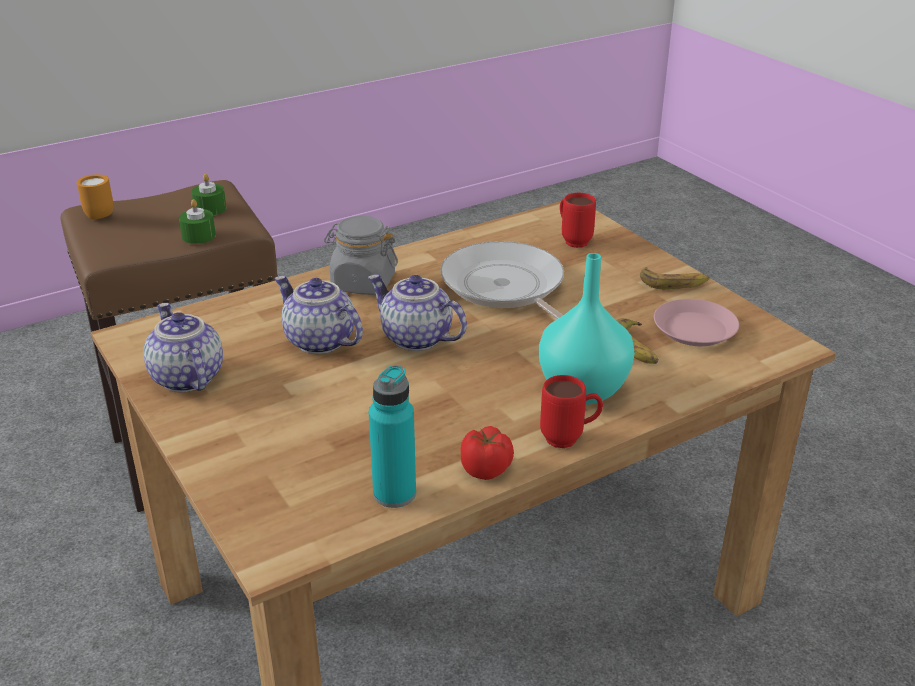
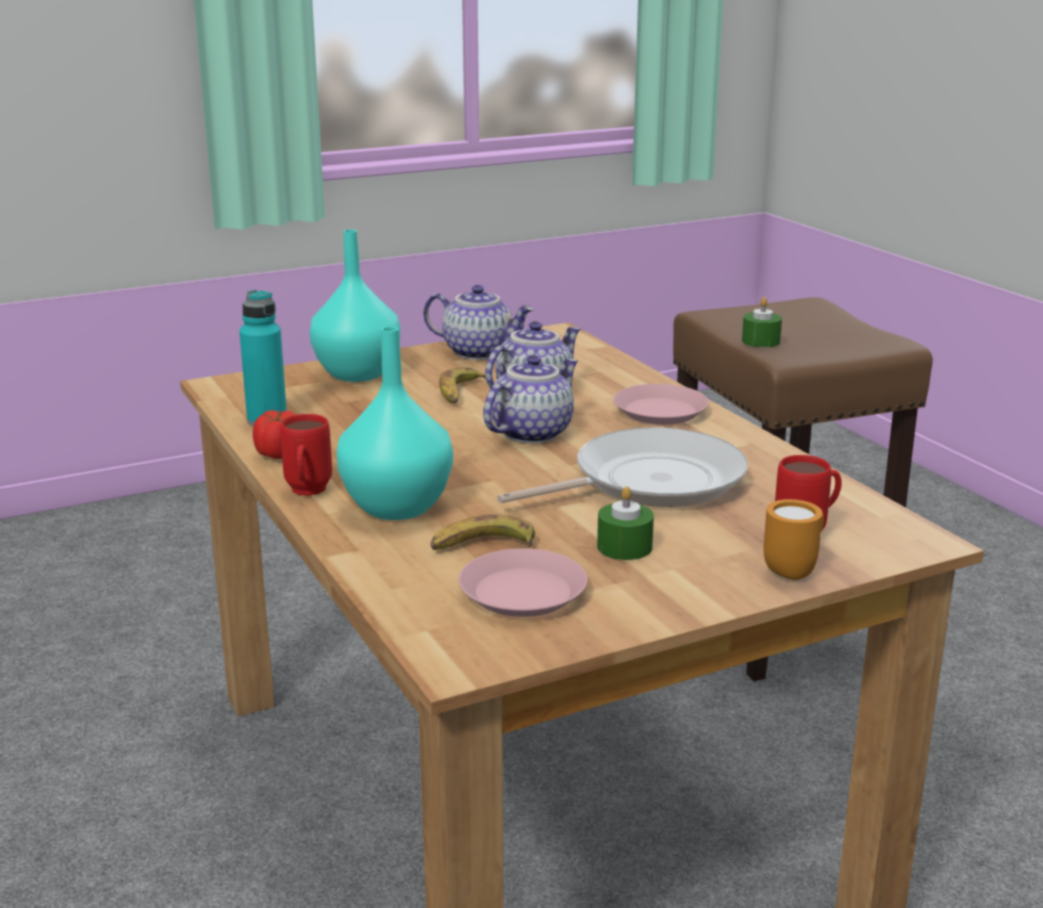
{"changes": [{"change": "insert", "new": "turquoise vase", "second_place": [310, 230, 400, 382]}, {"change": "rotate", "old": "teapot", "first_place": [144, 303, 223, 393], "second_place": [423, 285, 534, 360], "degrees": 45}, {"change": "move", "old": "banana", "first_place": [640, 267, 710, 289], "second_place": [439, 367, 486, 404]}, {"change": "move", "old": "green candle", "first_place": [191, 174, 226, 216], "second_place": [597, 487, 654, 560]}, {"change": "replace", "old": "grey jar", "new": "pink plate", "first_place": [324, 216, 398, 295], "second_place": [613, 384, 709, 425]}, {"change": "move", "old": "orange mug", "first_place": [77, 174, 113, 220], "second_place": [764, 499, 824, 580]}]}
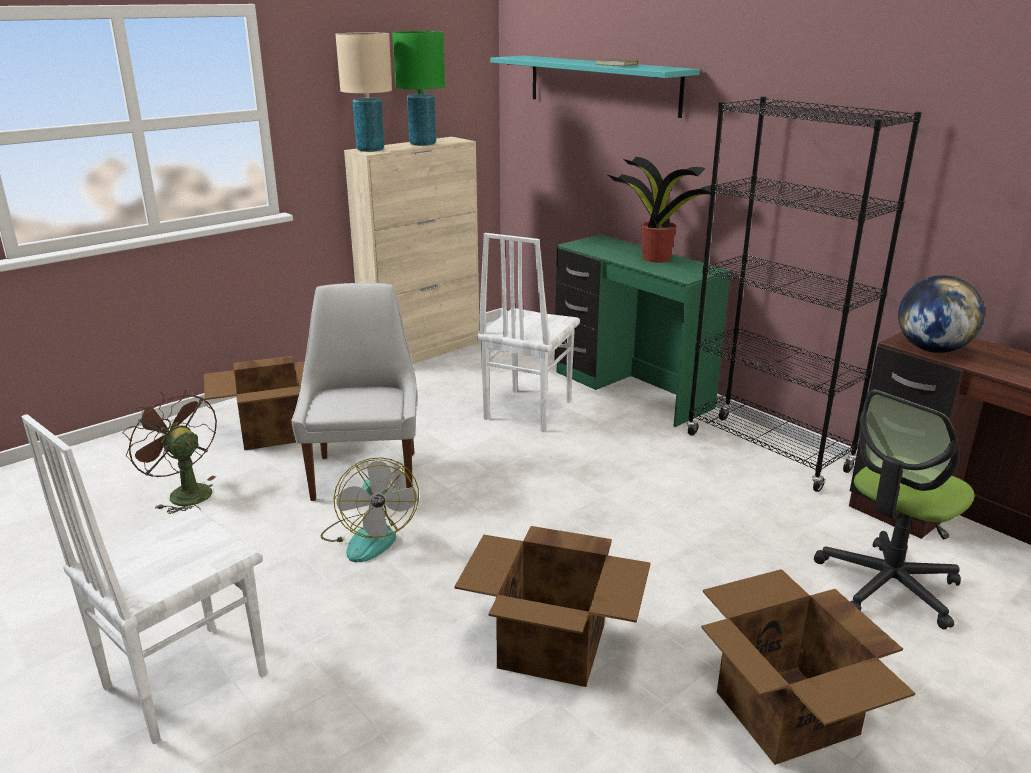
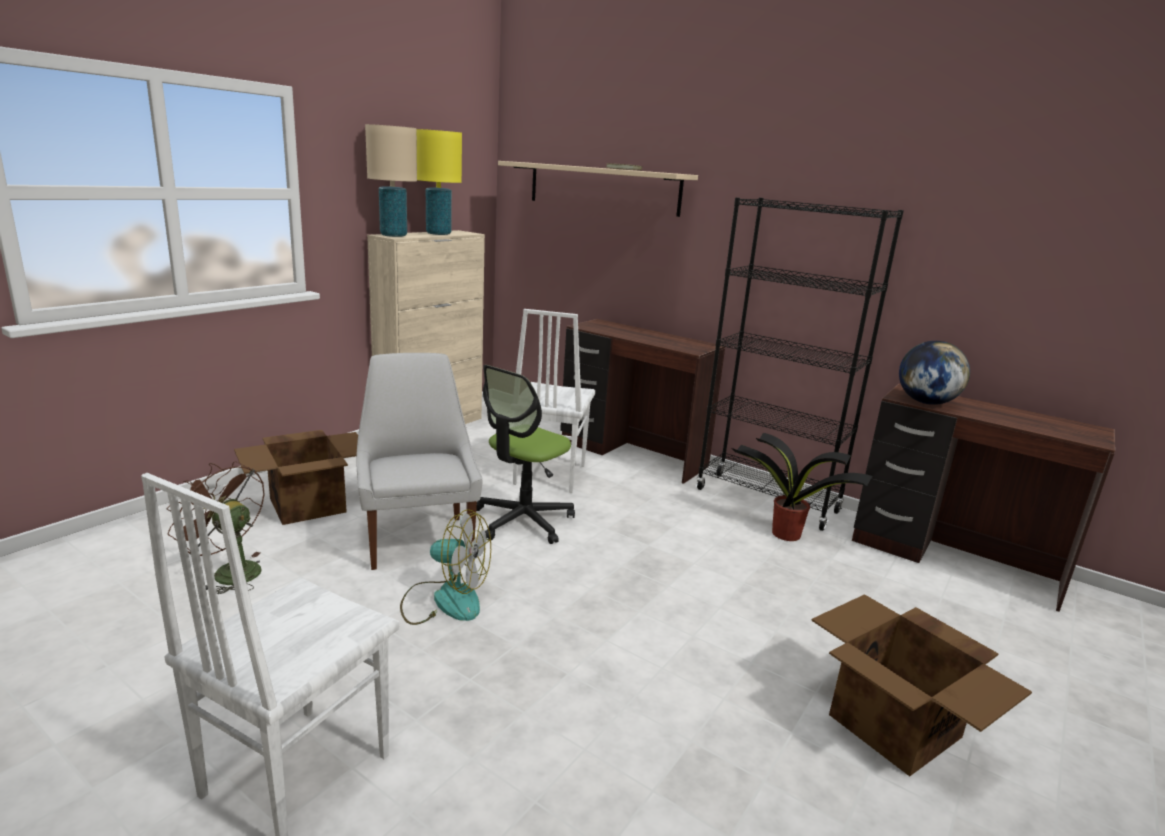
{"changes": [{"change": "rotate", "old": "fan", "first_place": [321, 457, 419, 562], "second_place": [400, 509, 491, 625], "degrees": -45}, {"change": "recolor", "old": "green table lamp", "new": "yellow table lamp", "first_place": [392, 31, 445, 146], "second_place": [417, 129, 462, 235]}, {"change": "move", "old": "office chair", "first_place": [814, 389, 974, 630], "second_place": [476, 365, 575, 544]}, {"change": "recolor", "old": "turquoise shelf", "new": "beige shelf", "first_place": [490, 56, 700, 118], "second_place": [498, 161, 698, 217]}, {"change": "recolor", "old": "green desk", "new": "brown desk", "first_place": [555, 235, 731, 427], "second_place": [560, 319, 725, 484]}, {"change": "move", "old": "potted plant", "first_place": [608, 157, 721, 263], "second_place": [731, 433, 872, 541]}, {"change": "delete", "old": "cardboard box", "first_place": [454, 526, 651, 687]}]}
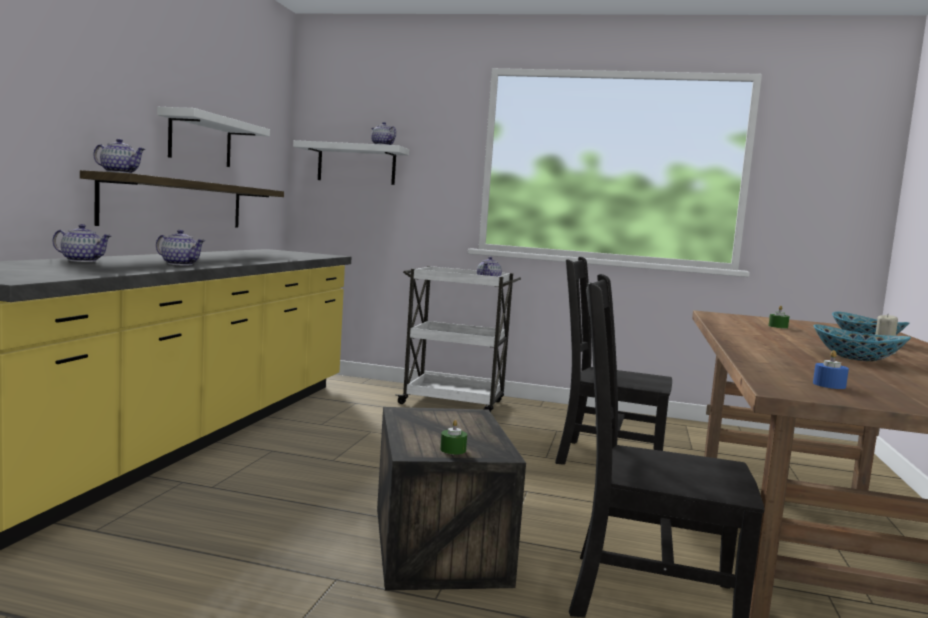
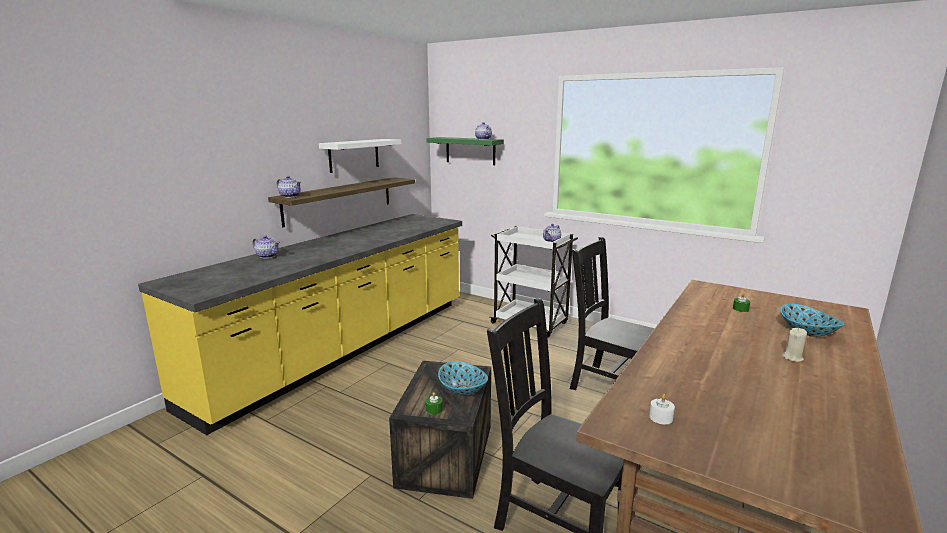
{"changes": [{"change": "recolor", "old": "white shelf", "new": "green shelf", "first_place": [293, 140, 409, 185], "second_place": [426, 137, 504, 165]}, {"change": "move", "old": "bowl", "first_place": [813, 324, 911, 362], "second_place": [438, 361, 488, 395]}, {"change": "recolor", "old": "blue candle", "new": "white candle", "first_place": [813, 350, 849, 389], "second_place": [649, 394, 675, 424]}, {"change": "delete", "old": "teapot", "first_place": [156, 230, 205, 265]}]}
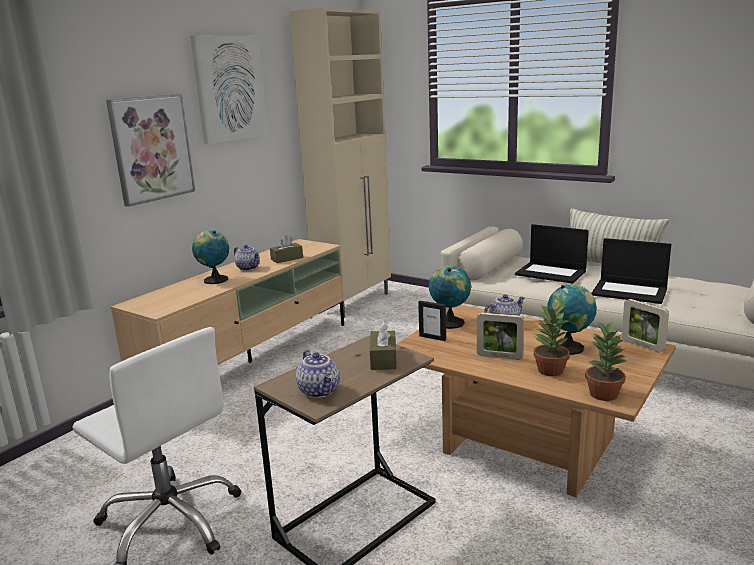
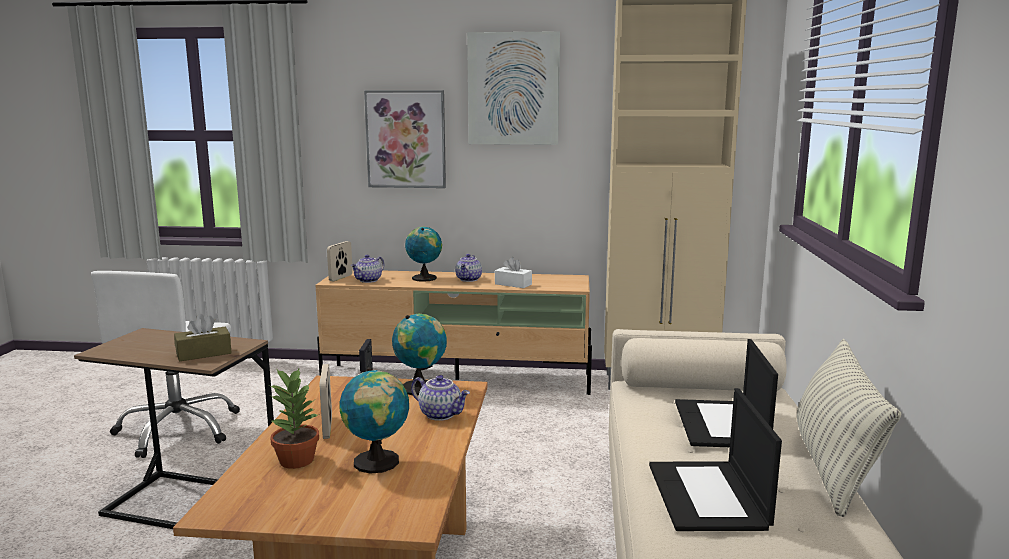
{"changes": [{"change": "move", "old": "picture frame", "first_place": [621, 299, 669, 353], "second_place": [327, 241, 353, 281]}, {"change": "move", "old": "teapot", "first_place": [296, 350, 340, 398], "second_place": [350, 255, 384, 283]}, {"change": "recolor", "old": "brown tissue box", "new": "white tissue box", "first_place": [270, 235, 303, 263], "second_place": [495, 257, 532, 288]}, {"change": "delete", "old": "potted plant", "first_place": [585, 321, 628, 401]}]}
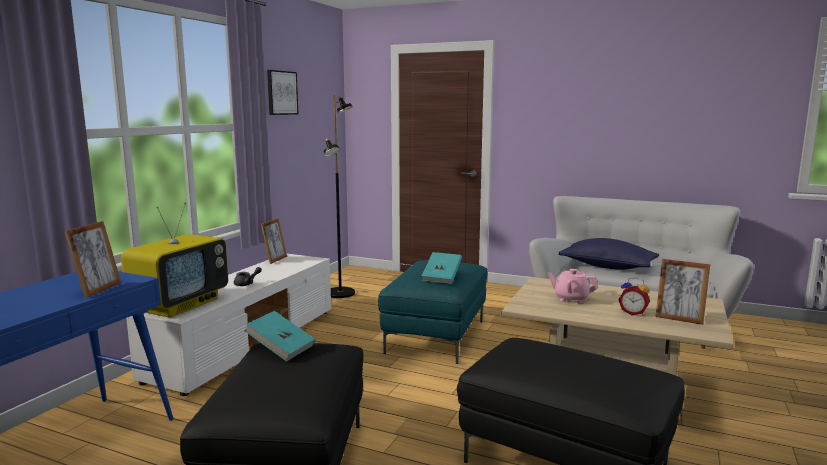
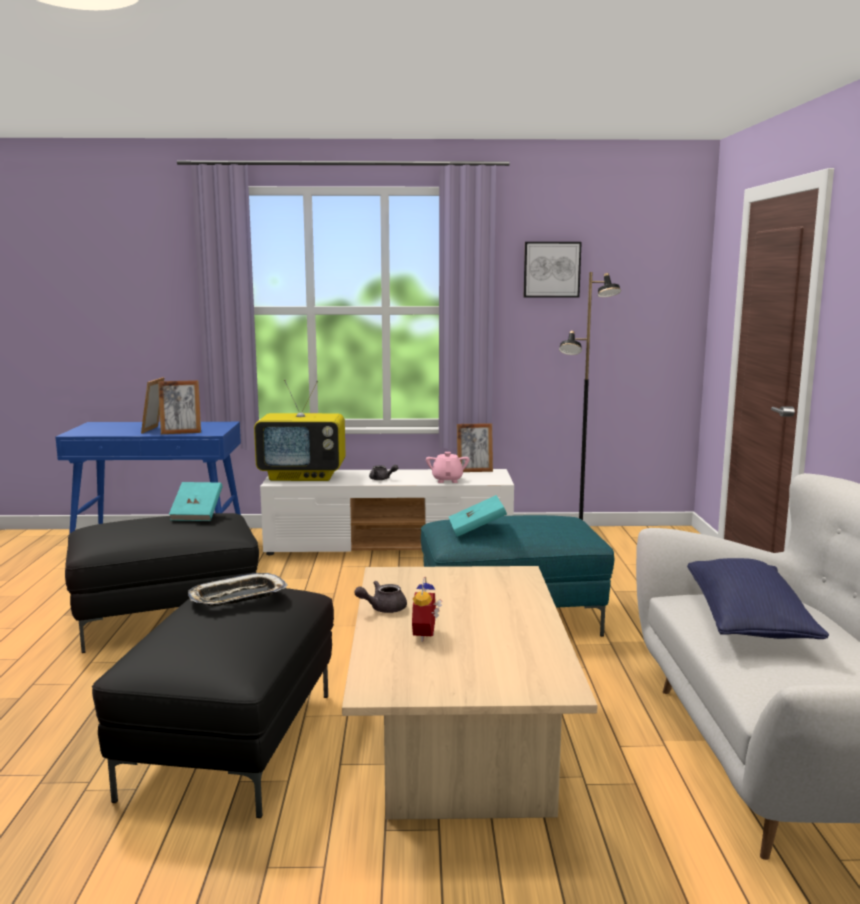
{"changes": [{"change": "move", "old": "picture frame", "first_place": [655, 259, 710, 325], "second_place": [141, 377, 164, 434]}, {"change": "insert", "new": "tray", "second_place": [188, 573, 288, 606]}, {"change": "insert", "new": "grey teapot", "second_place": [354, 581, 407, 613]}, {"change": "move", "old": "pink teapot", "first_place": [547, 269, 598, 304], "second_place": [426, 452, 469, 483]}]}
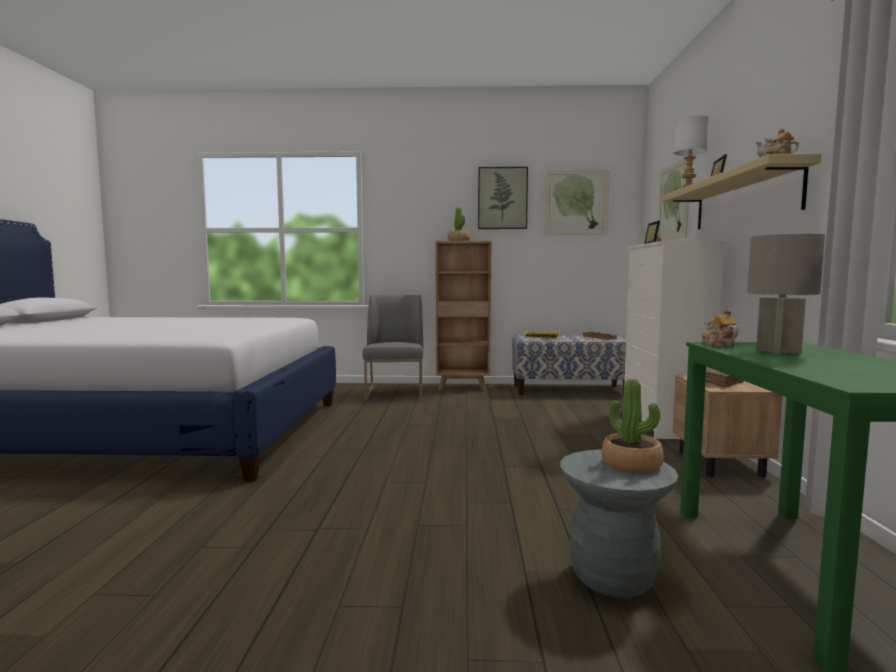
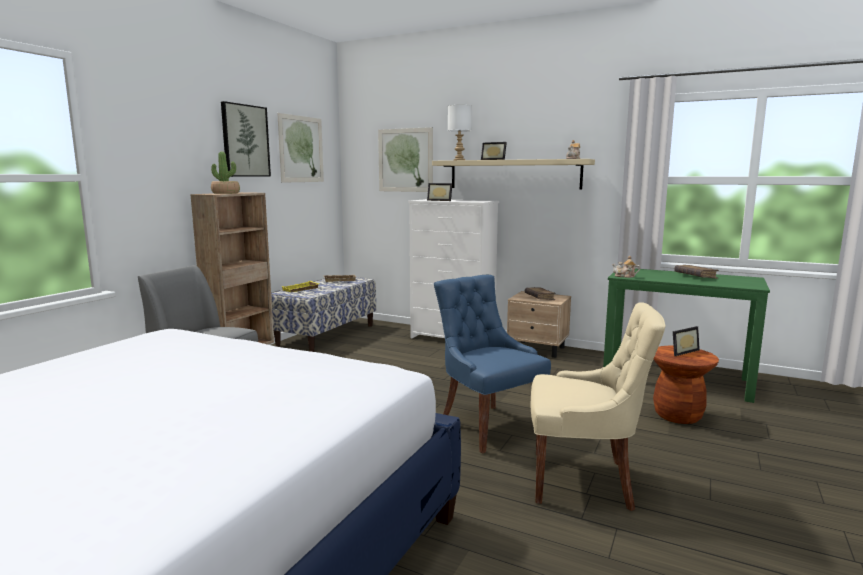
{"changes": [{"change": "insert", "new": "blue chair", "second_place": [434, 275, 551, 454]}, {"change": "insert", "new": "beige chair", "second_place": [531, 302, 666, 511]}, {"change": "recolor", "old": "grey stool", "new": "brown stool", "first_place": [560, 450, 678, 598], "second_place": [653, 346, 719, 424]}, {"change": "replace", "old": "potted plant", "new": "picture frame", "first_place": [602, 379, 664, 474], "second_place": [673, 326, 700, 356]}, {"change": "insert", "new": "brown book", "second_place": [674, 265, 719, 279]}, {"change": "delete", "old": "grey table lamp", "first_place": [747, 233, 825, 355]}]}
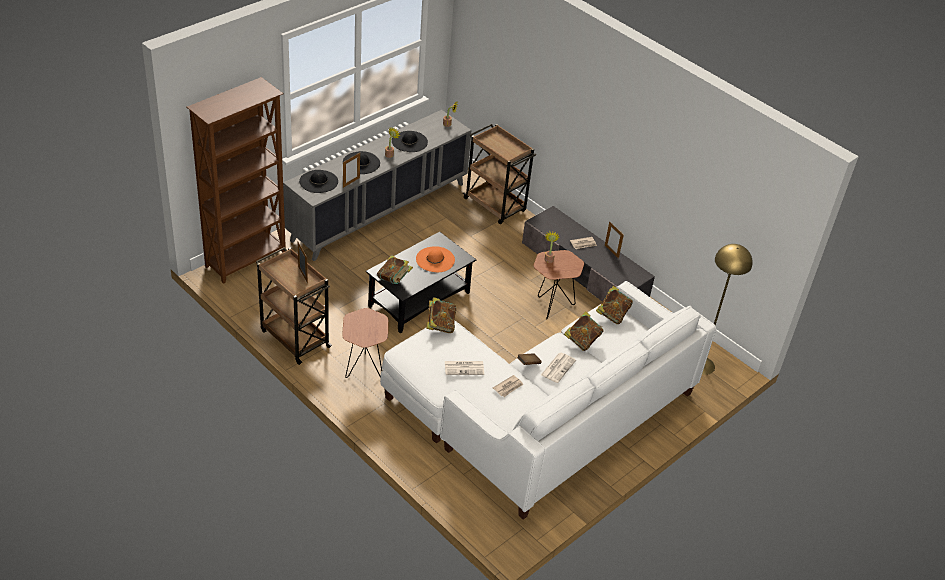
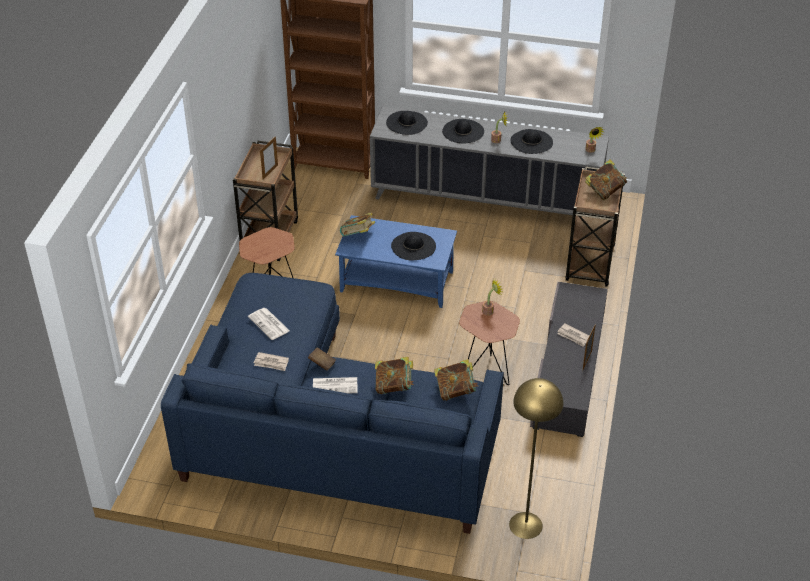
{"changes": [{"change": "recolor", "old": "white sofa", "new": "blue sofa", "first_place": [380, 281, 716, 519], "second_place": [161, 273, 504, 534]}, {"change": "recolor", "old": "black coffee table", "new": "blue coffee table", "first_place": [366, 232, 476, 334], "second_place": [335, 215, 457, 308]}, {"change": "recolor", "old": "orange hat", "new": "black hat", "first_place": [416, 246, 455, 272], "second_place": [391, 232, 436, 260]}, {"change": "move", "old": "book", "first_place": [426, 297, 456, 333], "second_place": [585, 159, 627, 200]}, {"change": "delete", "old": "picture frame", "first_place": [343, 153, 360, 188]}]}
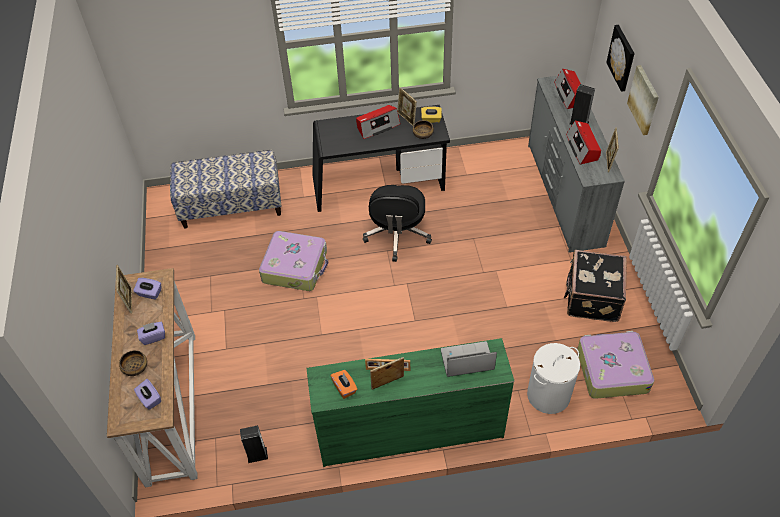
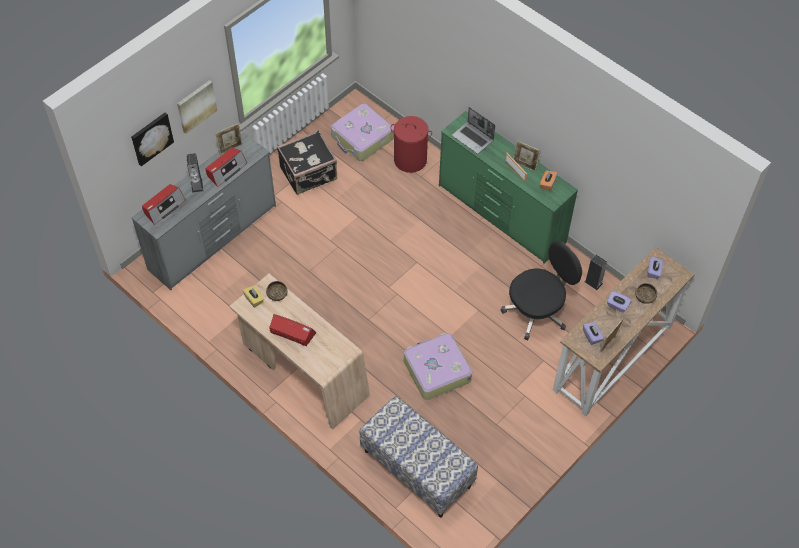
{"changes": [{"change": "recolor", "old": "black desk", "new": "beige desk", "first_place": [313, 105, 450, 212], "second_place": [229, 274, 370, 430]}, {"change": "recolor", "old": "white laundry basket", "new": "red laundry basket", "first_place": [527, 343, 580, 414], "second_place": [390, 116, 432, 173]}, {"change": "move", "old": "black office chair", "first_place": [363, 185, 432, 262], "second_place": [501, 241, 582, 340]}, {"change": "delete", "old": "picture frame", "first_place": [397, 87, 417, 126]}]}
